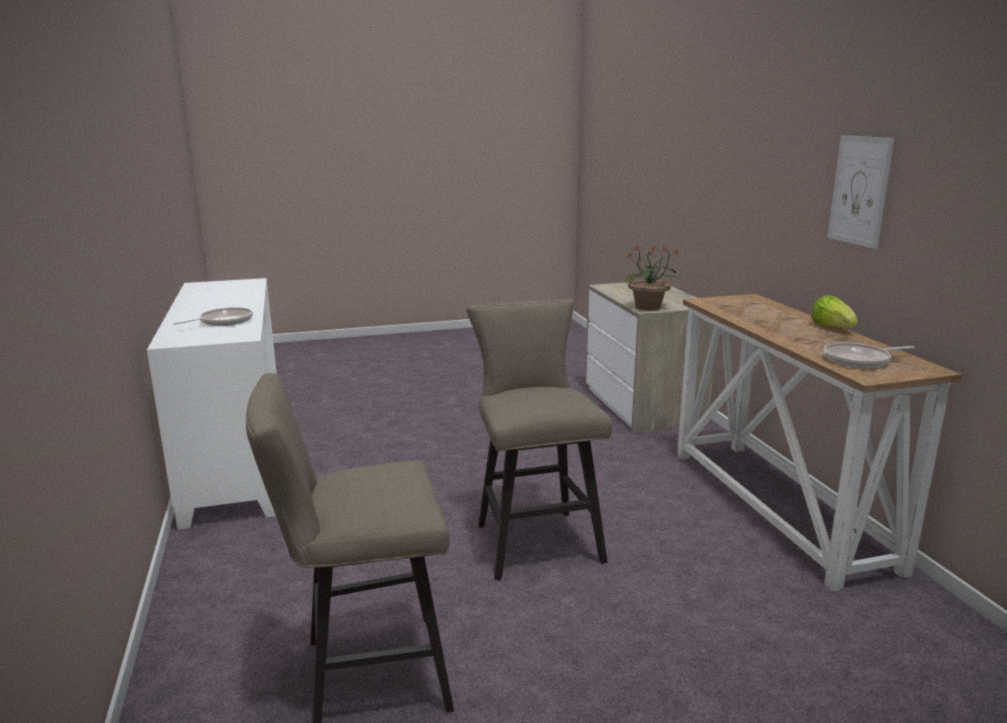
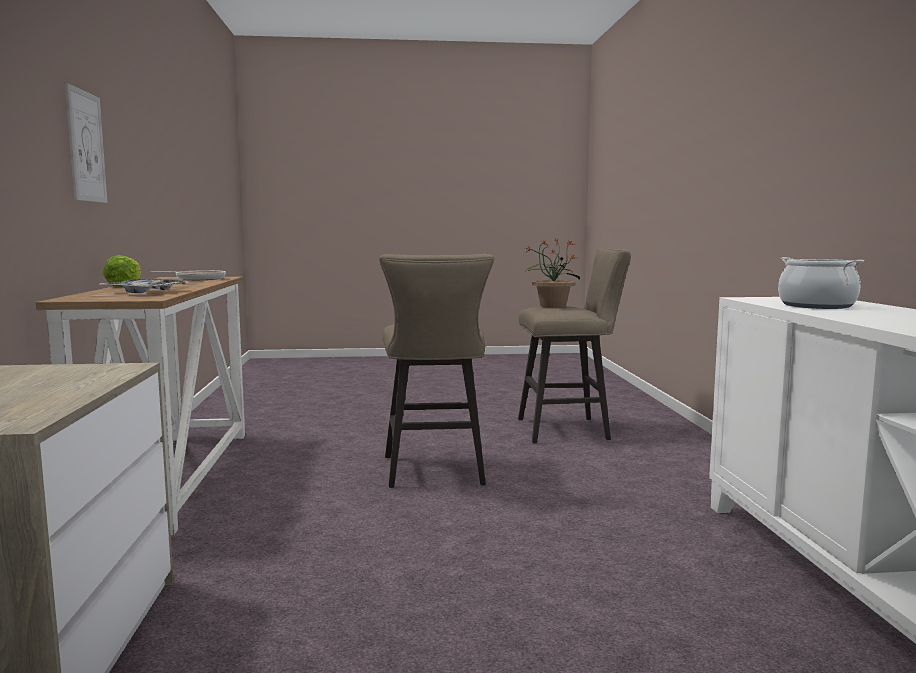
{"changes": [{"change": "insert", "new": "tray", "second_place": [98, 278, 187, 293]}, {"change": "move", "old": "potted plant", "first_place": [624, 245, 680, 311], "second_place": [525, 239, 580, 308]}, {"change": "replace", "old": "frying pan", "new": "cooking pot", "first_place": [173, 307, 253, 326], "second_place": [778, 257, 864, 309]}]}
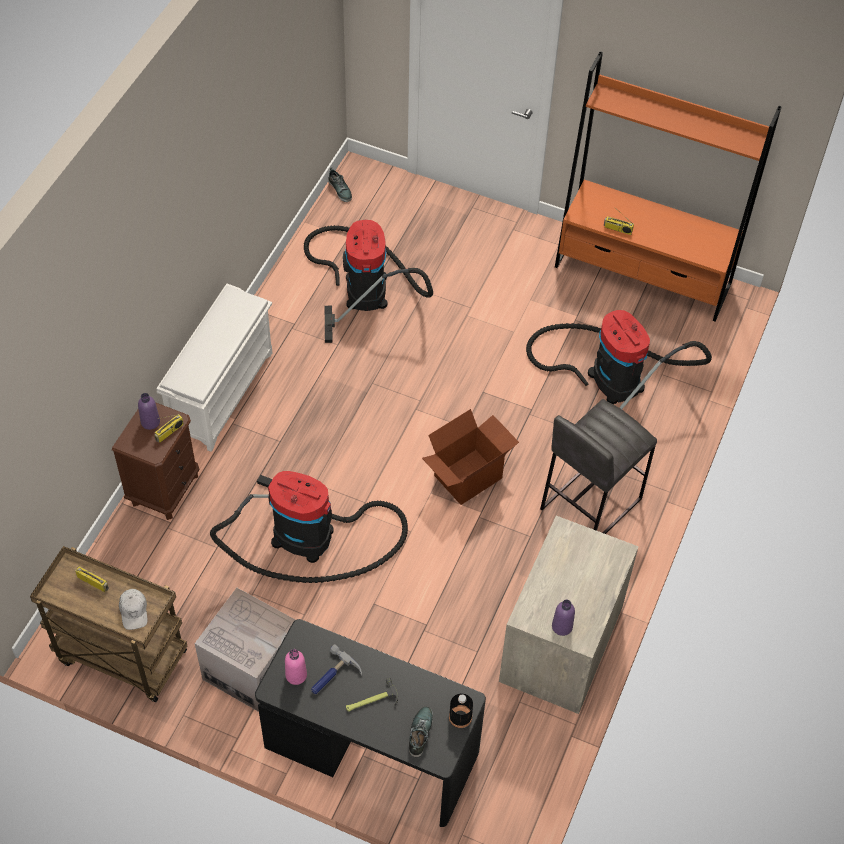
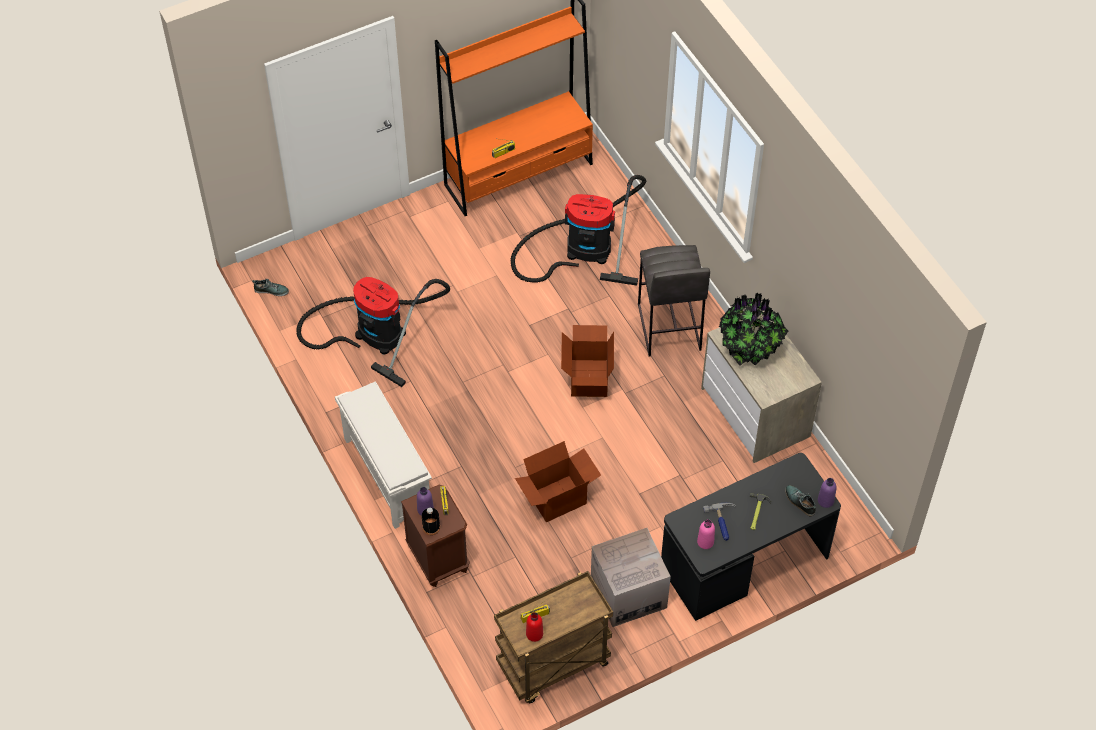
{"changes": [{"change": "move", "old": "black bottle", "first_place": [449, 693, 473, 728], "second_place": [422, 507, 440, 535]}, {"change": "replace", "old": "vacuum cleaner", "new": "cardboard box", "first_place": [210, 471, 408, 583], "second_place": [515, 441, 601, 522]}, {"change": "insert", "new": "red bottle", "second_place": [526, 612, 543, 642]}, {"change": "insert", "new": "potted plant", "second_place": [719, 293, 788, 366]}, {"change": "move", "old": "purple bottle", "first_place": [552, 600, 575, 636], "second_place": [818, 478, 837, 508]}, {"change": "delete", "old": "white cap", "first_place": [119, 589, 147, 630]}]}
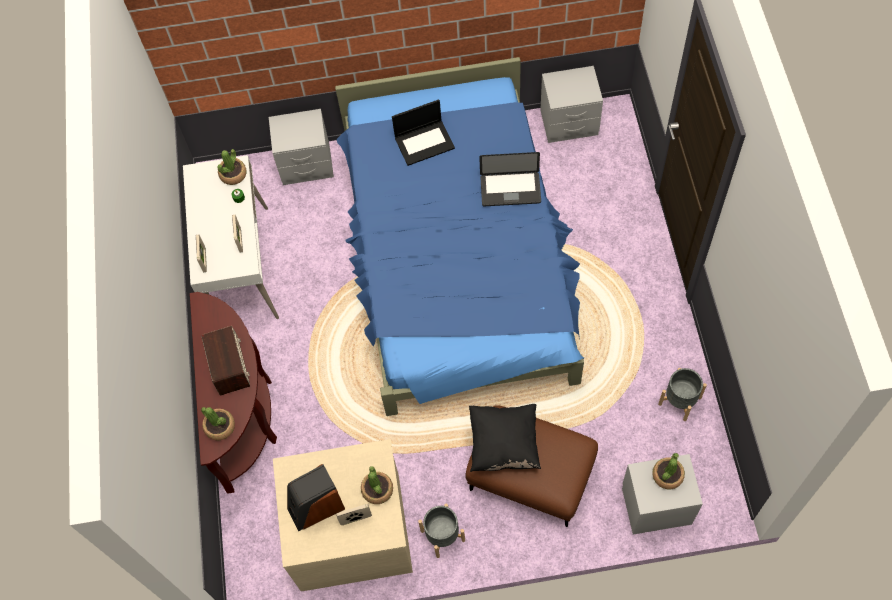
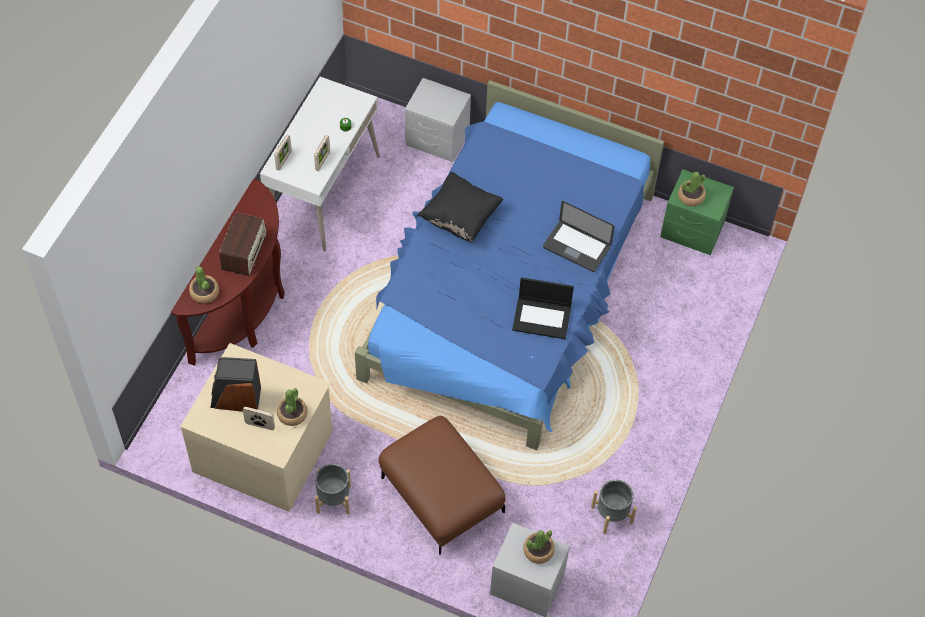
{"changes": [{"change": "move", "old": "black pillow", "first_place": [469, 404, 541, 472], "second_place": [417, 172, 503, 243]}, {"change": "move", "old": "laptop", "first_place": [392, 99, 455, 166], "second_place": [512, 277, 574, 339]}, {"change": "recolor", "old": "grey nightstand", "new": "green nightstand", "first_place": [540, 66, 603, 143], "second_place": [661, 169, 734, 255]}, {"change": "move", "old": "potted plant", "first_place": [218, 149, 247, 185], "second_place": [678, 172, 706, 206]}]}
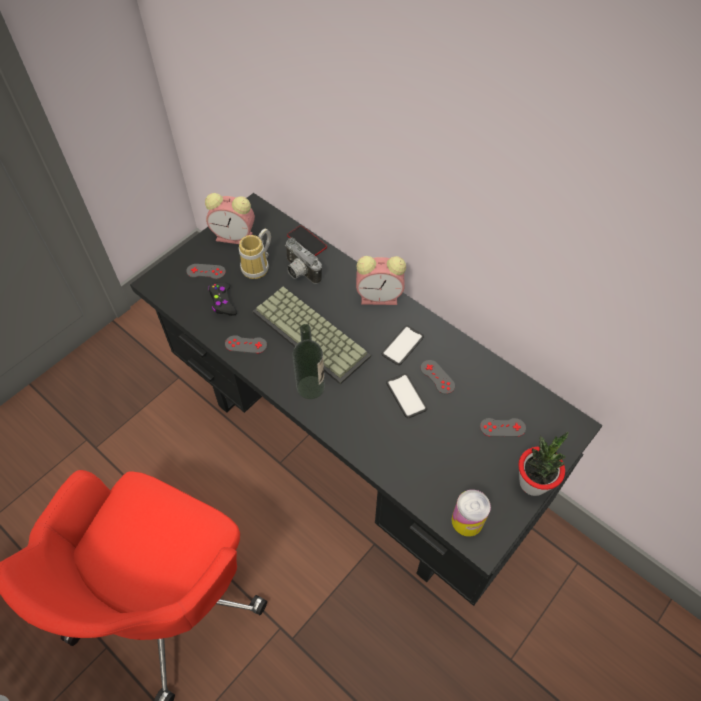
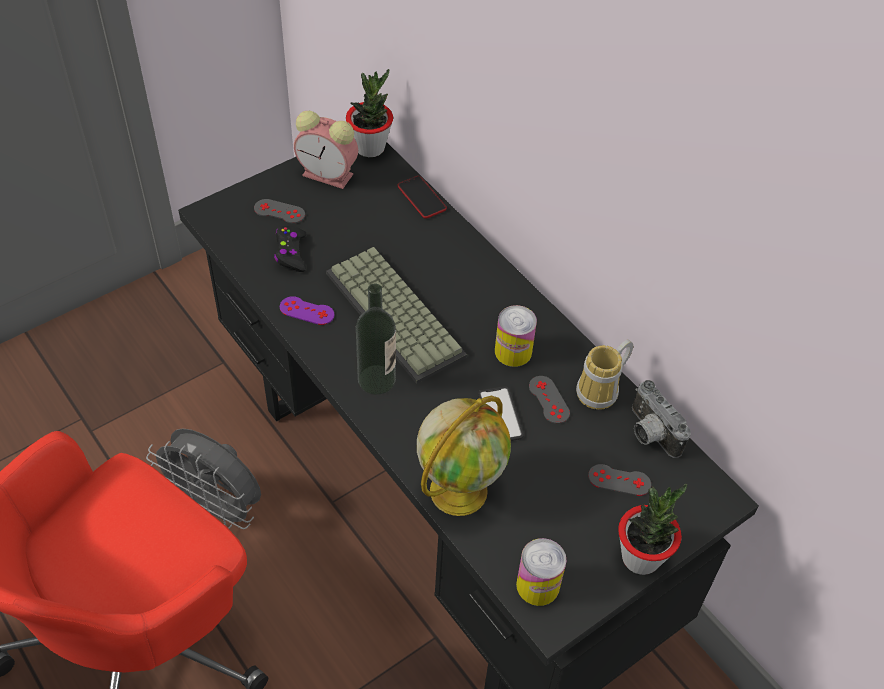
{"changes": [{"change": "insert", "new": "grey fan", "second_place": [146, 428, 261, 529]}, {"change": "recolor", "old": "grey game controller", "new": "purple game controller", "first_place": [225, 335, 267, 354], "second_place": [280, 296, 334, 325]}, {"change": "insert", "new": "potted plant", "second_place": [346, 69, 393, 157]}, {"change": "insert", "new": "globe", "second_place": [417, 396, 511, 516]}, {"change": "replace", "old": "phone", "new": "can", "first_place": [382, 325, 424, 365], "second_place": [495, 305, 537, 367]}, {"change": "move", "old": "mug", "first_place": [239, 229, 271, 279], "second_place": [576, 339, 633, 410]}, {"change": "move", "old": "photo camera", "first_place": [285, 237, 322, 284], "second_place": [632, 380, 691, 458]}, {"change": "delete", "old": "alarm clock", "first_place": [356, 256, 406, 305]}]}
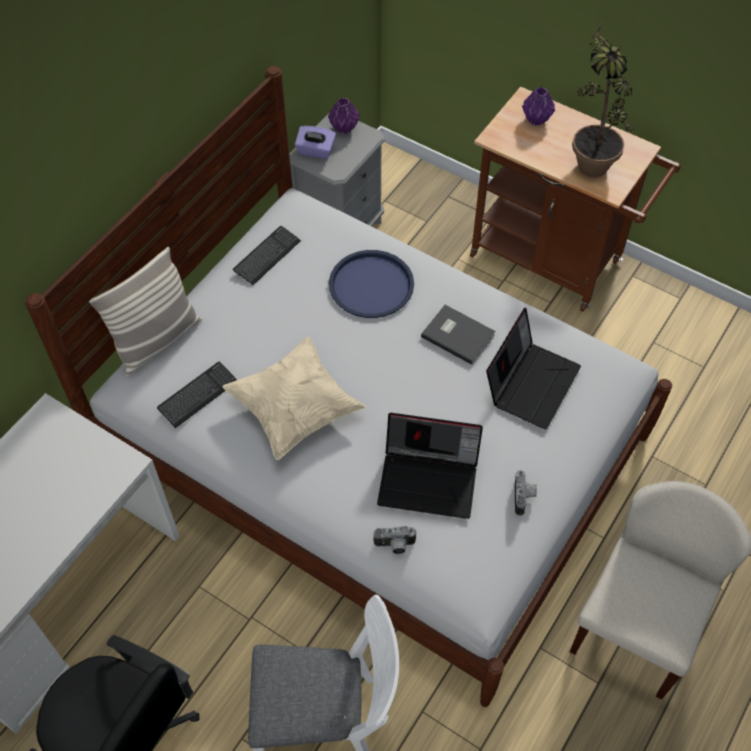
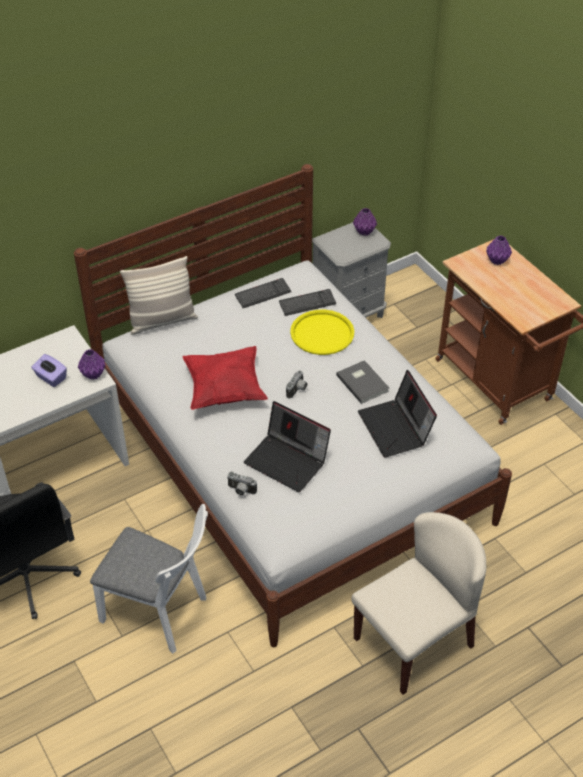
{"changes": [{"change": "move", "old": "purple tissue box", "first_place": [295, 126, 336, 159], "second_place": [32, 354, 67, 387]}, {"change": "insert", "new": "purple vase", "second_place": [78, 349, 106, 380]}, {"change": "recolor", "old": "beige pillow", "new": "red pillow", "first_place": [222, 337, 366, 460], "second_place": [183, 346, 268, 410]}, {"change": "move", "old": "keyboard", "first_place": [157, 362, 237, 428], "second_place": [279, 289, 336, 316]}, {"change": "move", "old": "photo camera", "first_place": [515, 470, 537, 516], "second_place": [286, 371, 307, 399]}, {"change": "recolor", "old": "blue tray", "new": "yellow tray", "first_place": [329, 250, 414, 318], "second_place": [290, 310, 354, 355]}, {"change": "rotate", "old": "laptop", "first_place": [486, 308, 581, 430], "second_place": [358, 370, 437, 458], "degrees": 105}, {"change": "delete", "old": "potted plant", "first_place": [572, 23, 634, 177]}]}
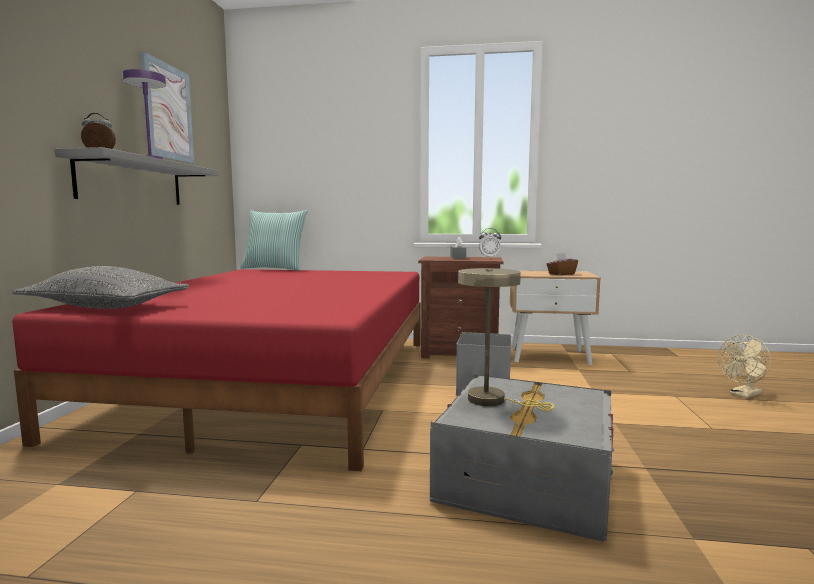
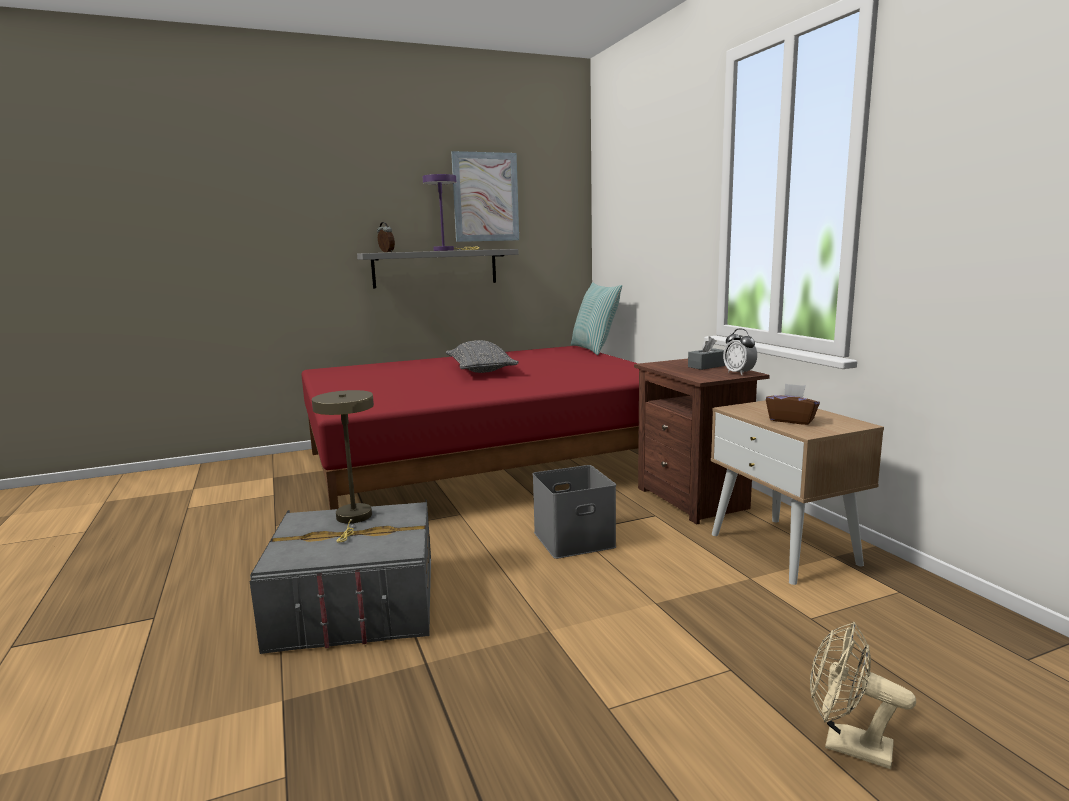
{"changes": [{"change": "move", "old": "grey pillow", "first_place": [12, 266, 189, 309], "second_place": [446, 340, 519, 373]}]}
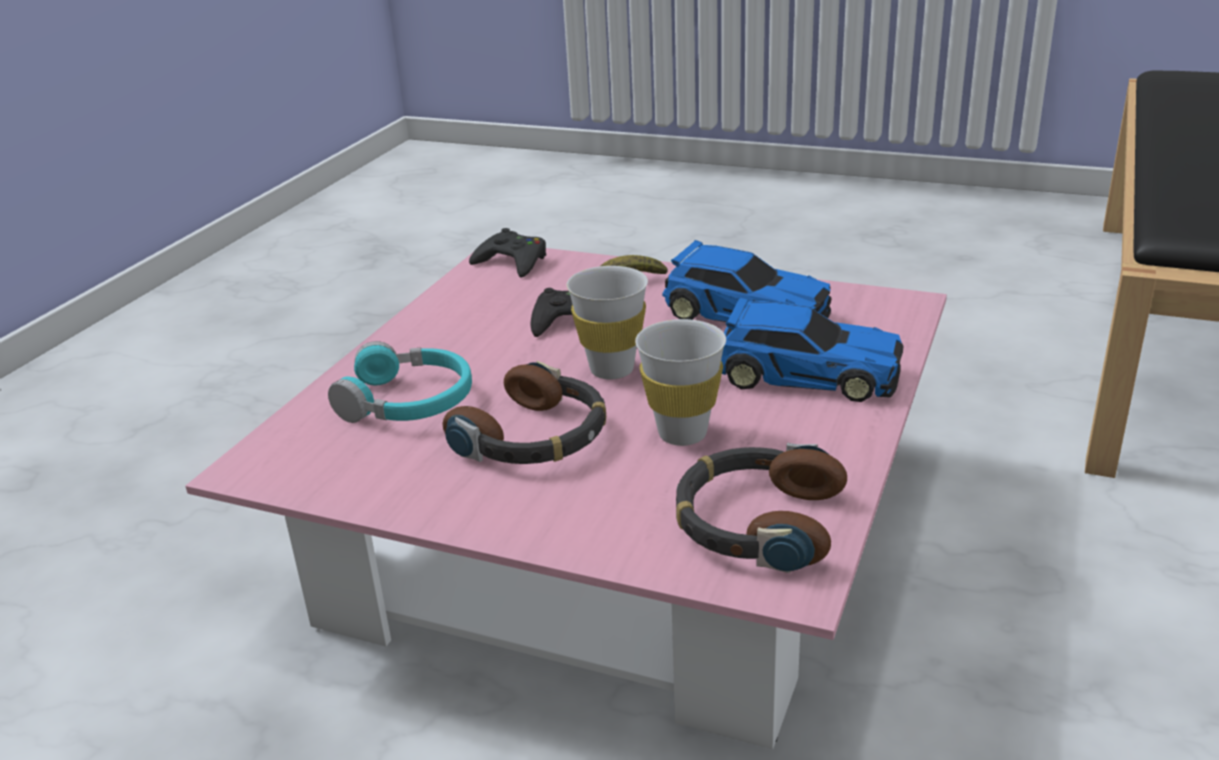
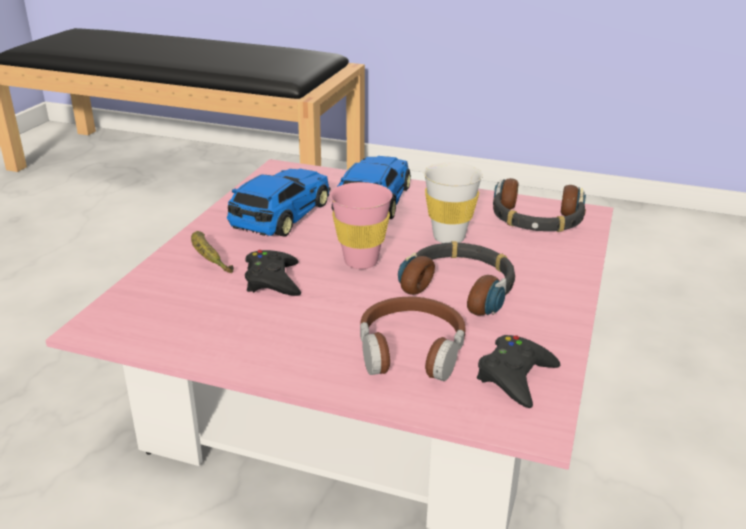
{"changes": [{"change": "recolor", "old": "white cup", "new": "pink cup", "first_place": [567, 266, 648, 379], "second_place": [330, 182, 393, 269]}, {"change": "recolor", "old": "turquoise headphones", "new": "brown headphones", "first_place": [328, 341, 472, 423], "second_place": [360, 297, 465, 381]}, {"change": "move", "old": "black game controller", "first_place": [469, 228, 546, 278], "second_place": [477, 335, 560, 408]}]}
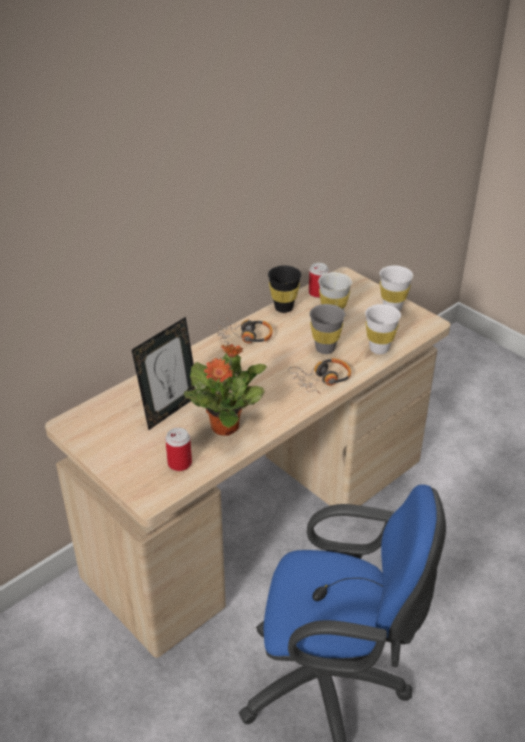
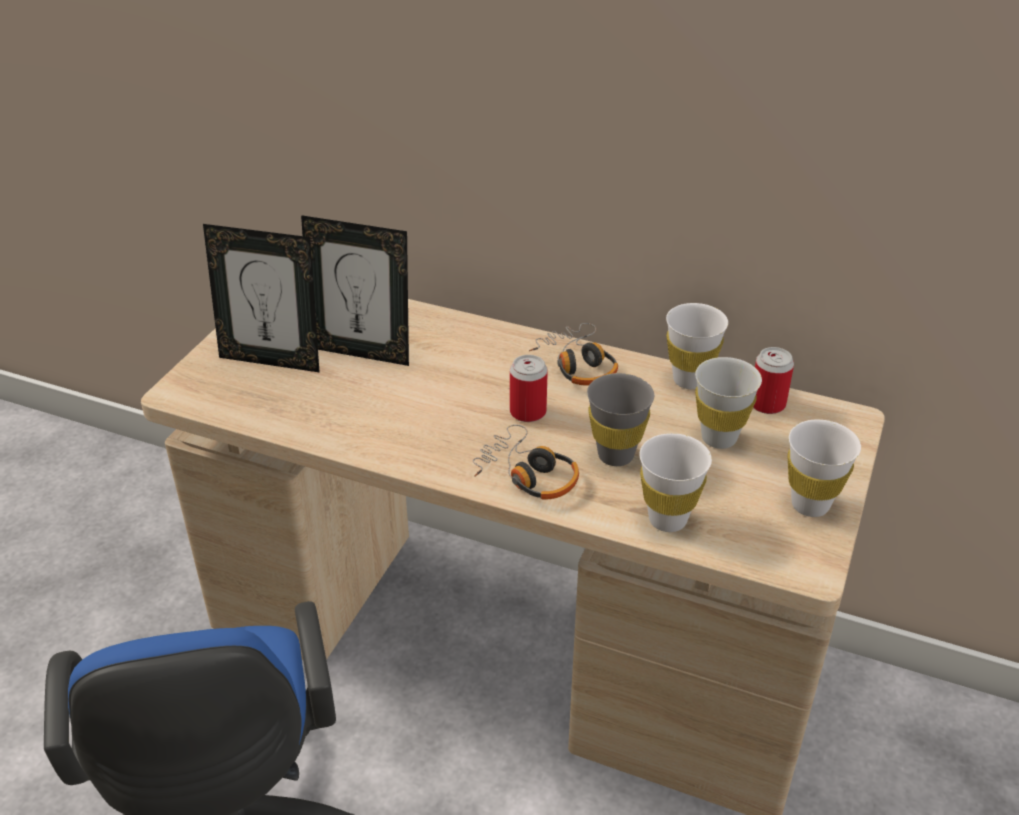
{"changes": [{"change": "insert", "new": "picture frame", "second_place": [203, 224, 319, 372]}, {"change": "move", "old": "can", "first_place": [165, 428, 192, 471], "second_place": [510, 355, 548, 422]}, {"change": "recolor", "old": "black cup", "new": "white cup", "first_place": [268, 265, 301, 313], "second_place": [666, 303, 728, 389]}, {"change": "delete", "old": "potted plant", "first_place": [184, 344, 267, 436]}]}
